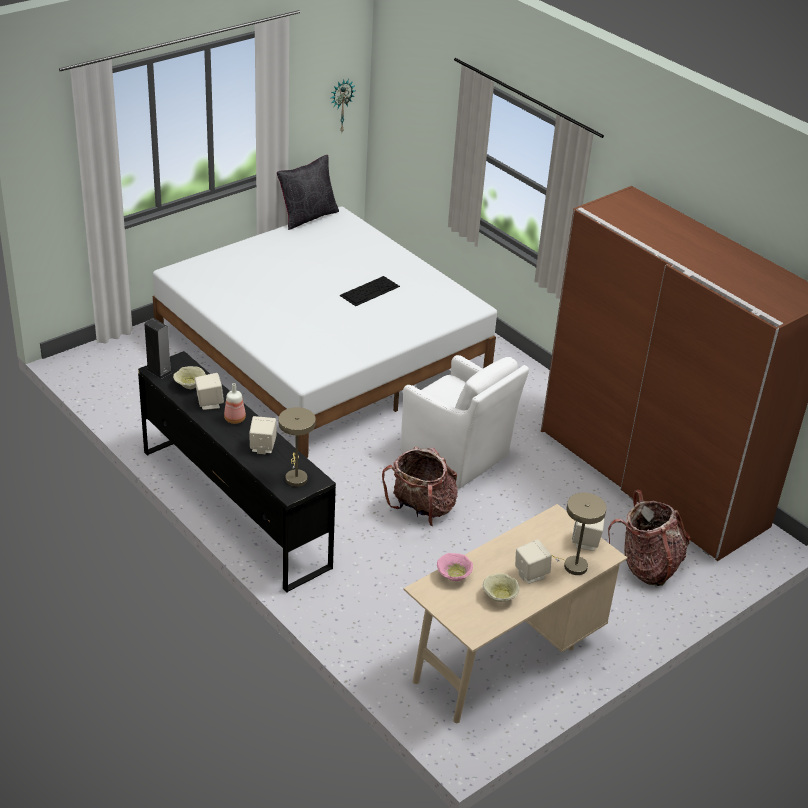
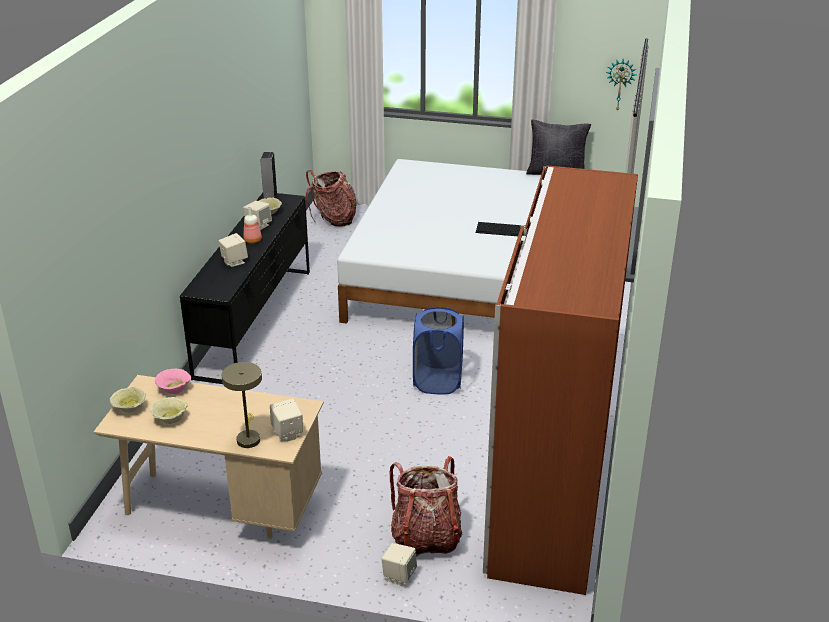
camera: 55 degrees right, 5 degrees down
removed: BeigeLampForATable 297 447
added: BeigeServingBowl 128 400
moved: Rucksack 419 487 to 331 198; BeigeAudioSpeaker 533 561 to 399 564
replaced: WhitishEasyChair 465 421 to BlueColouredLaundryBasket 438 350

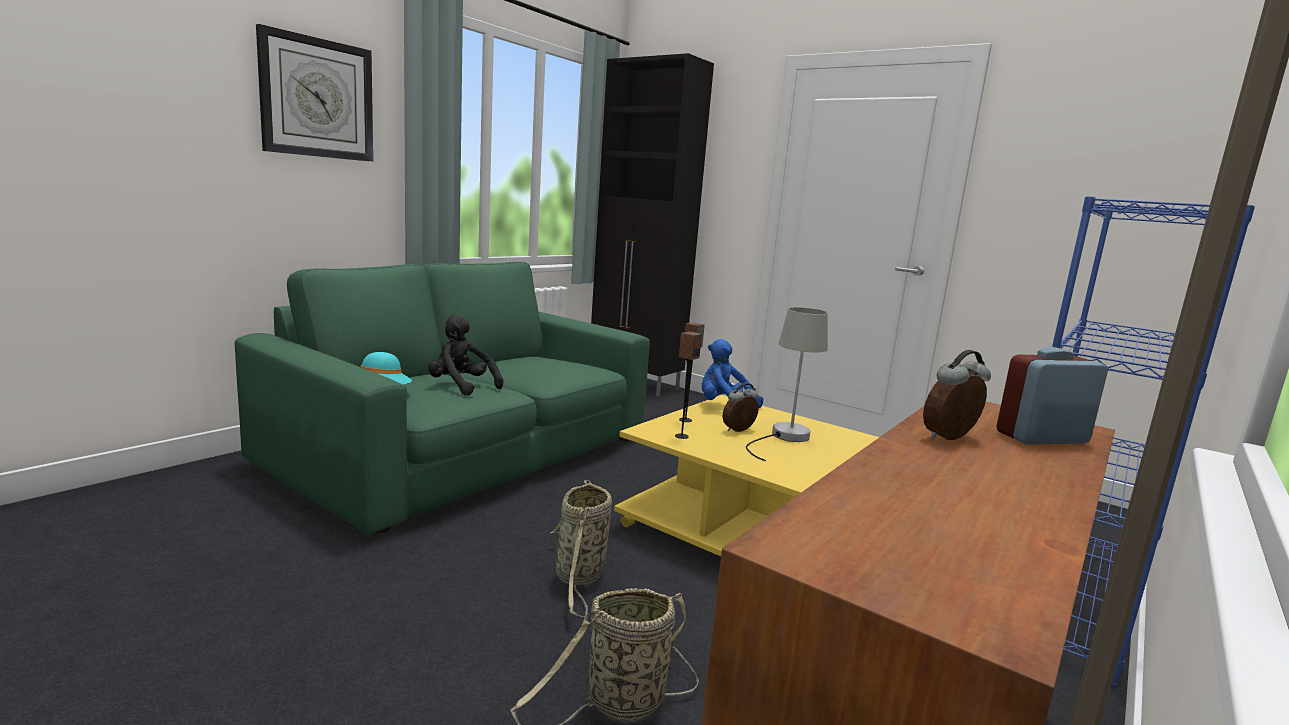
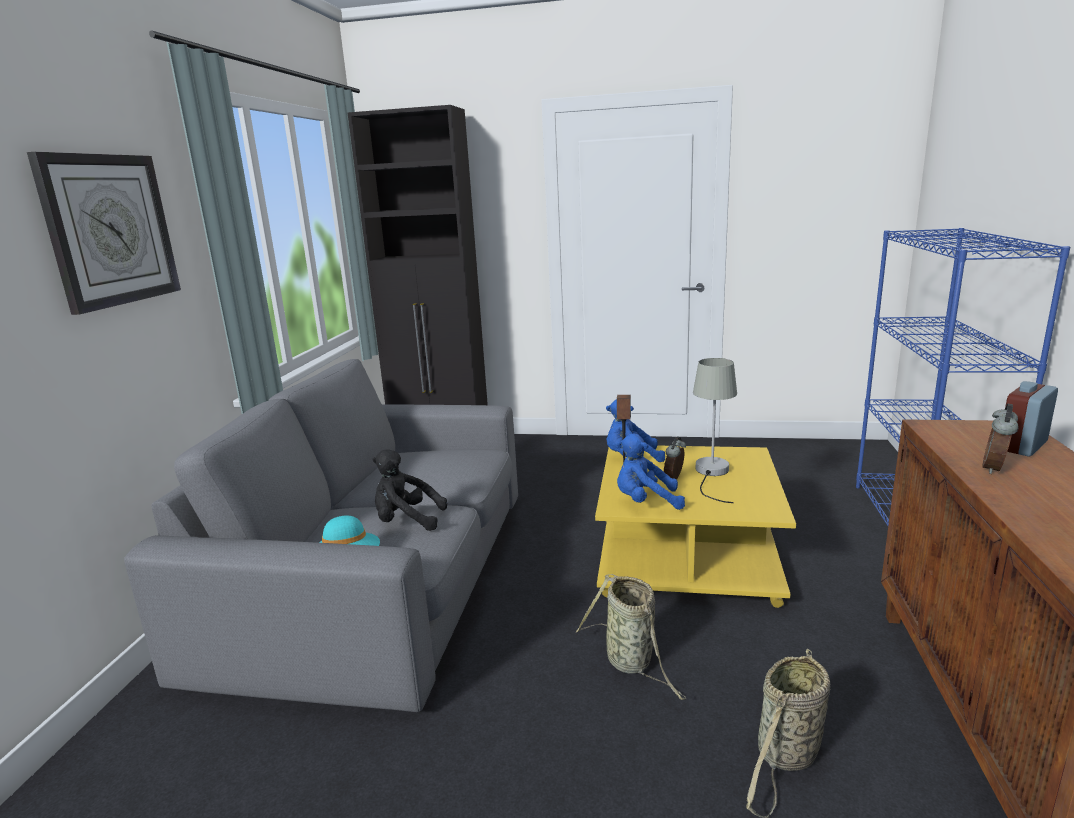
camera: 25 degrees left, 5 degrees up
replaced: AudioSpeaker 688 385 to BlueColouredSoftToy 651 471
recoloured: GreenCouch 442 398 to GreyCouch 321 535

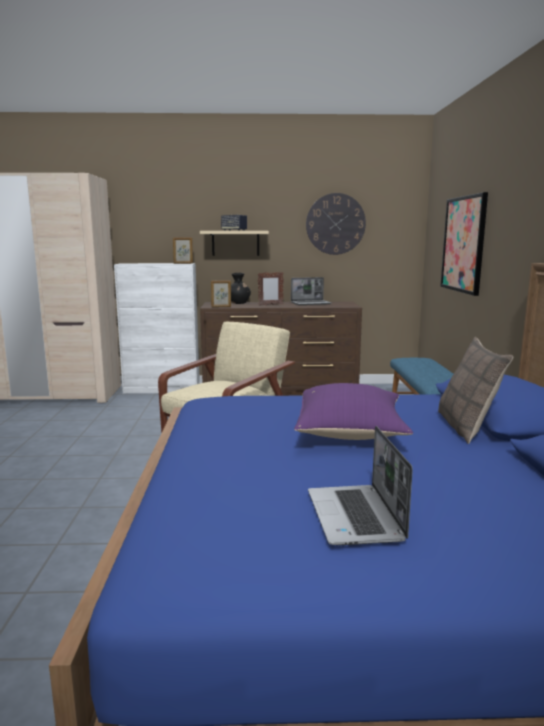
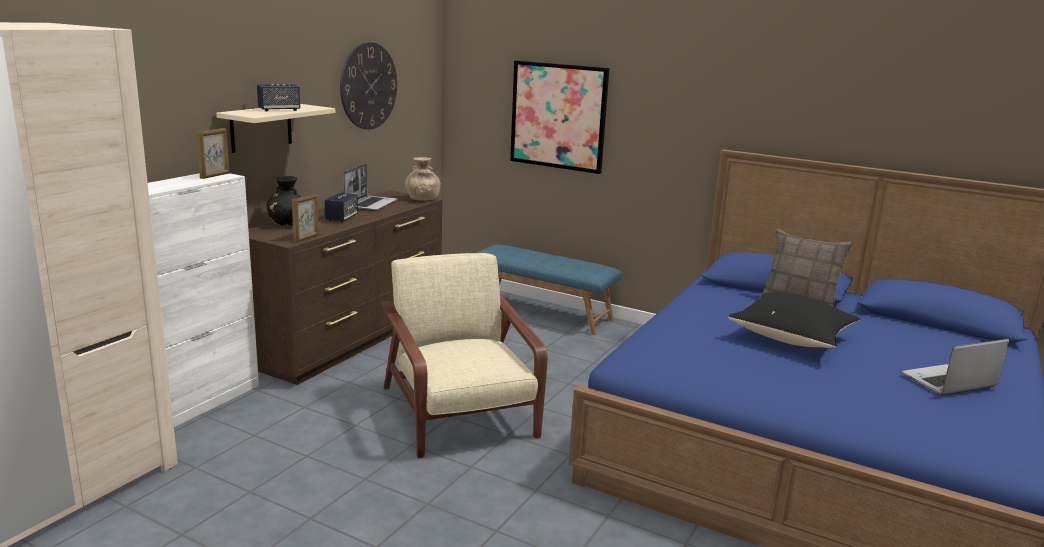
camera: 60 degrees left, 5 degrees up
added: BrownishDecorativeVase 423 178
replaced: PhotoFrame 271 288 to AudioSpeaker 341 207
recoloured: PurplishThrowPillow 353 411 to BlackThrowPillow 794 320
turned: NotebookComputer 360 485 = 955 367 135 degrees clockwise

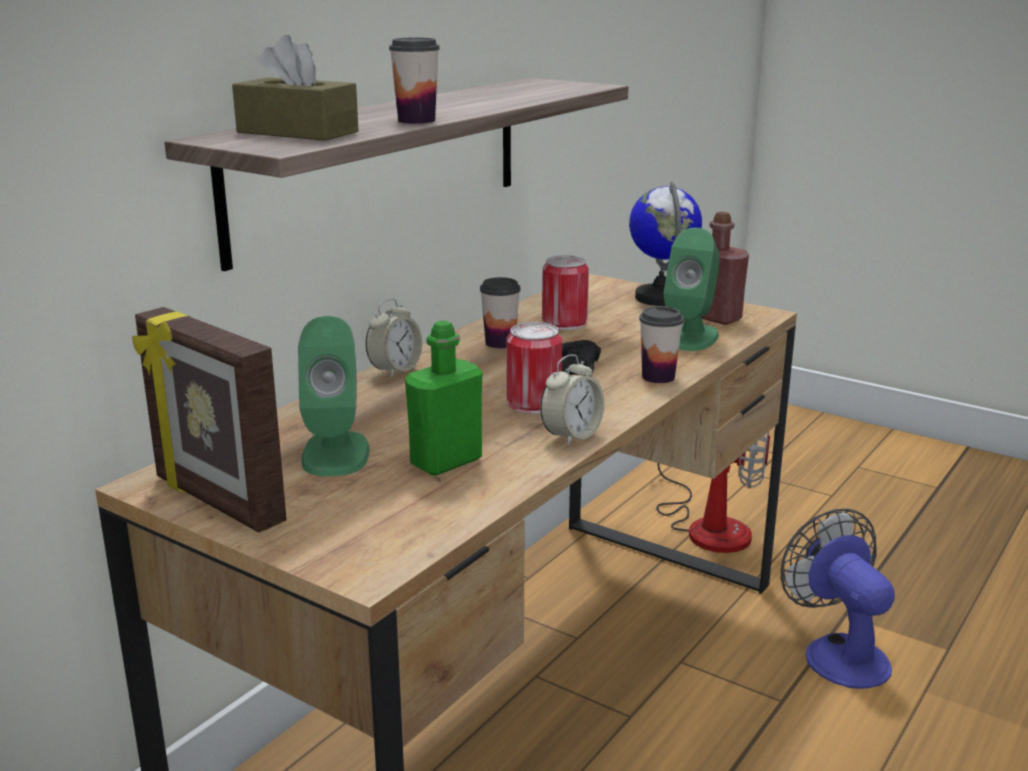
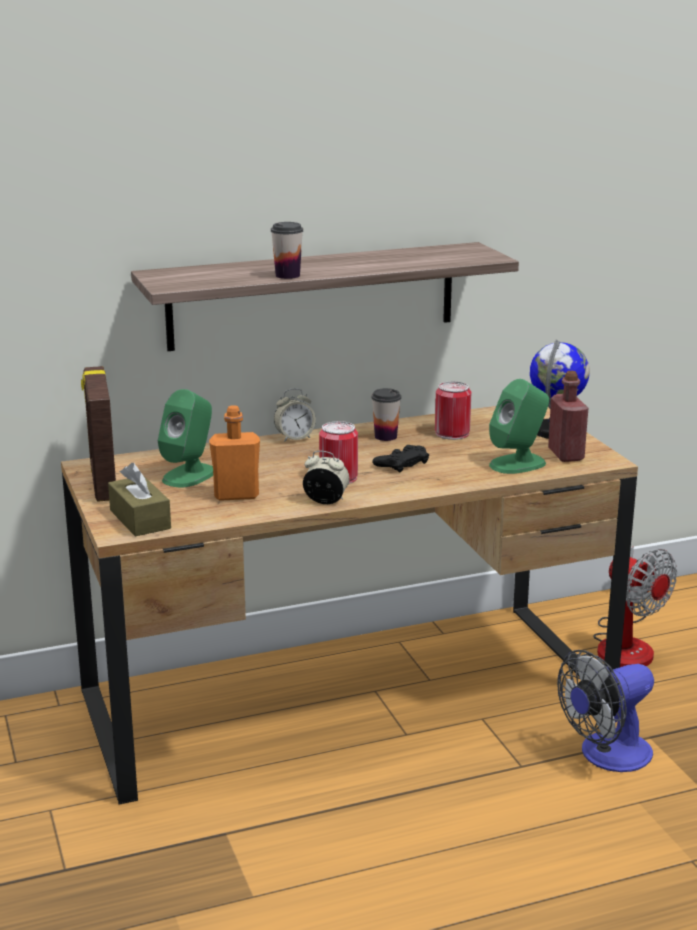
camera: 35 degrees right, 0 degrees up
removed: SmallCup 661 344
moved: BrownishTissueHolder 295 88 to 139 500
recoloured: GreenBottle 443 398 to OrangeyBottle 234 453
turned: TableClock 572 400 = 326 477 150 degrees counterclockwise; Fan 838 599 = 605 711 135 degrees counterclockwise

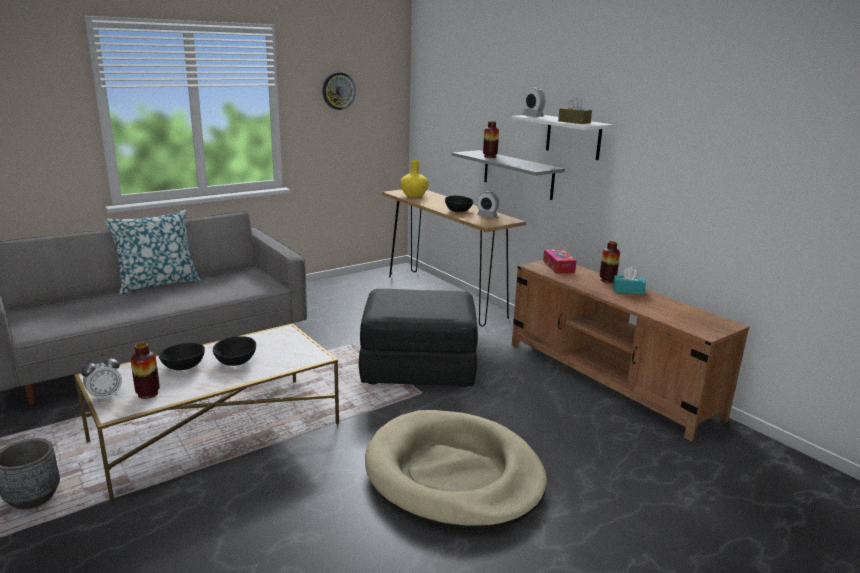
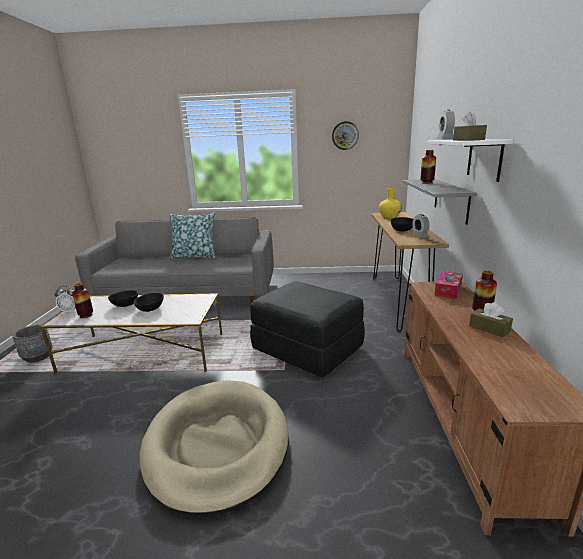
camera: 40 degrees right, 0 degrees up
recoloured: TurquoiseColouredTissueHolder 629 281 to BrownishTissueHolder 491 319

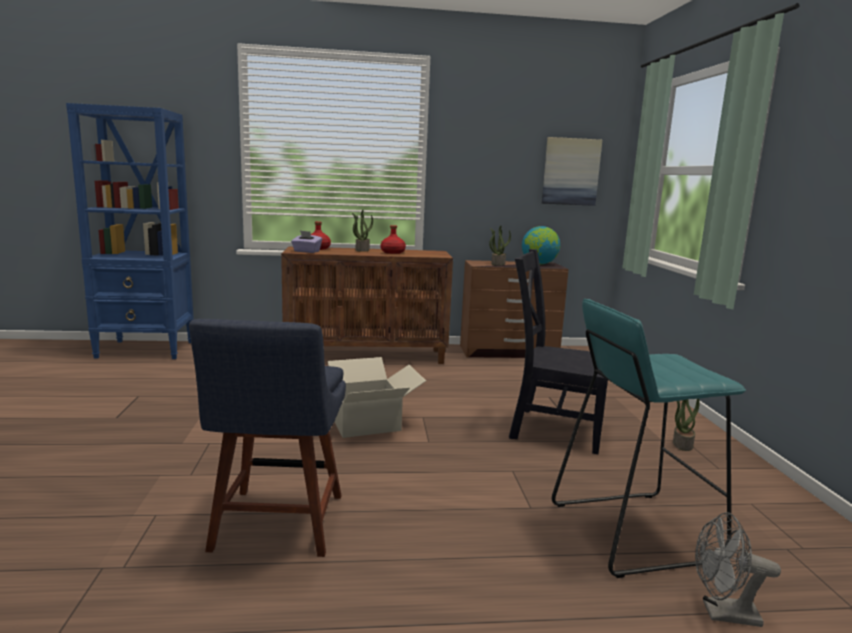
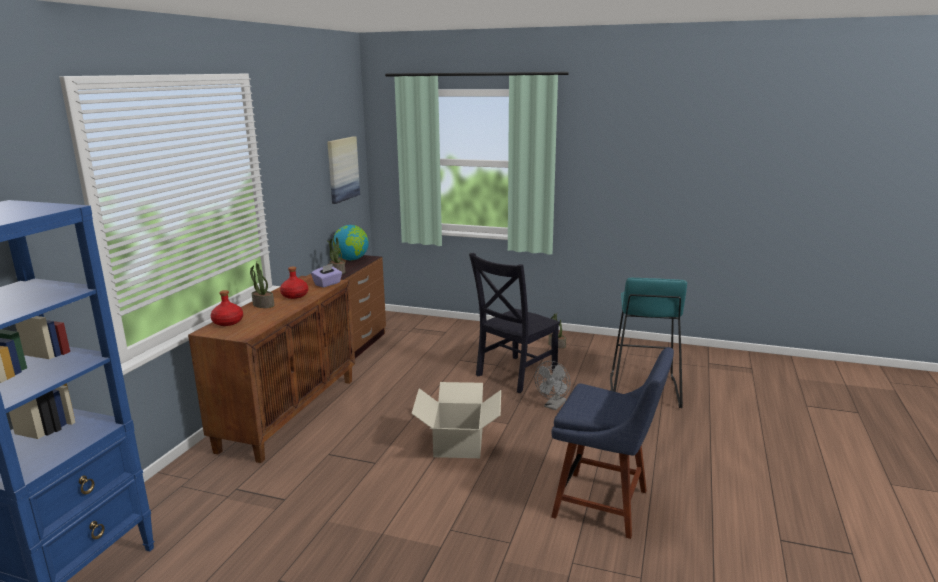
camera: 65 degrees left, 5 degrees up
moved: PurplishTissueHolder 306 242 to 326 276; GreyFan 738 569 to 552 385

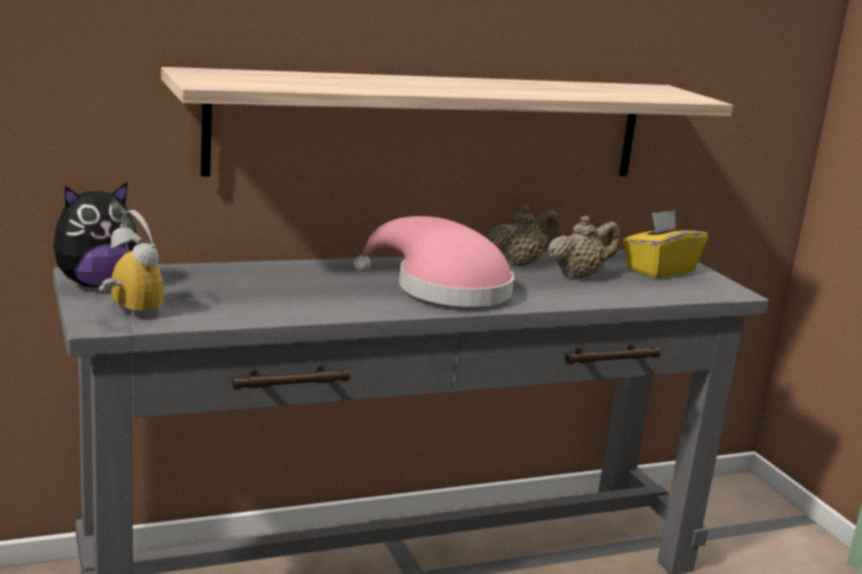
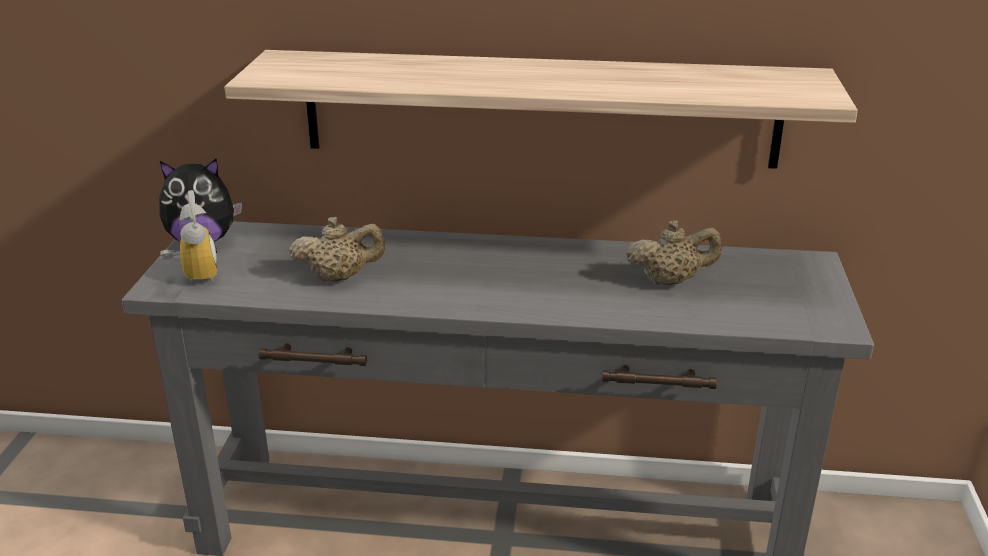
camera: 30 degrees right, 10 degrees up
removed: PinkHat 434 261; YellowTissueHolder 665 244
moved: BeigeTeaPot 523 235 to 337 249

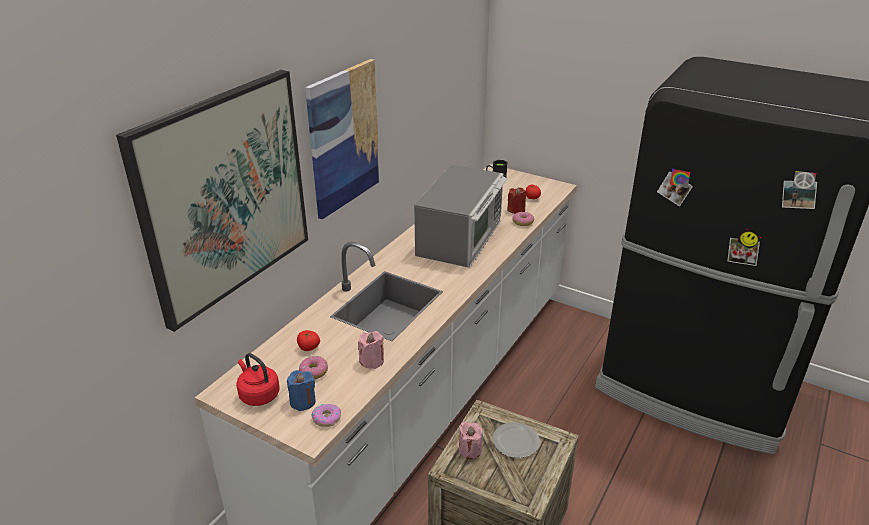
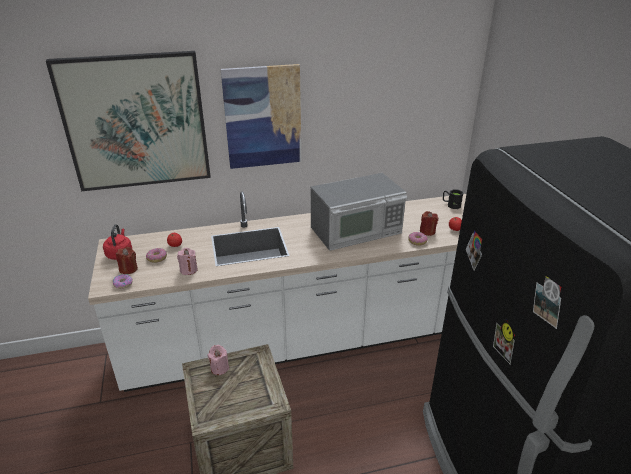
camera: 45 degrees right, 0 degrees up
removed: FlatDish 516 440
recoloured: BlueColouredWaxCandle 301 390 to RedWaxCandle 127 260

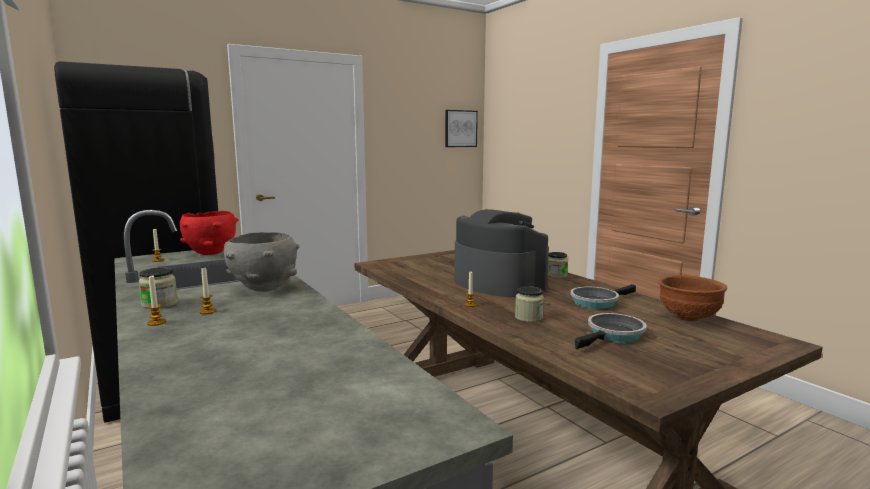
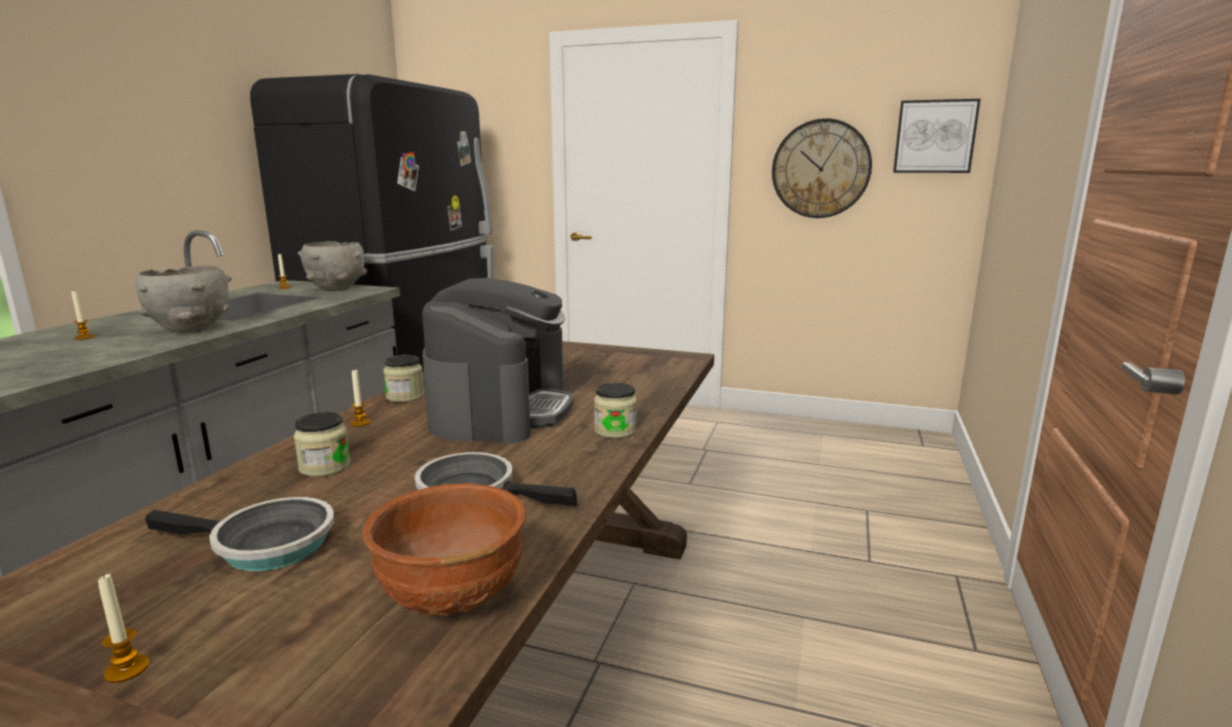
camera: 50 degrees right, 5 degrees up
added: WallClock 822 168
moved: Jar 158 288 to 403 378; WaxCandle 156 300 to 123 628
recoloured: RedServingBowl 208 233 to GreyServingBowl 332 266

